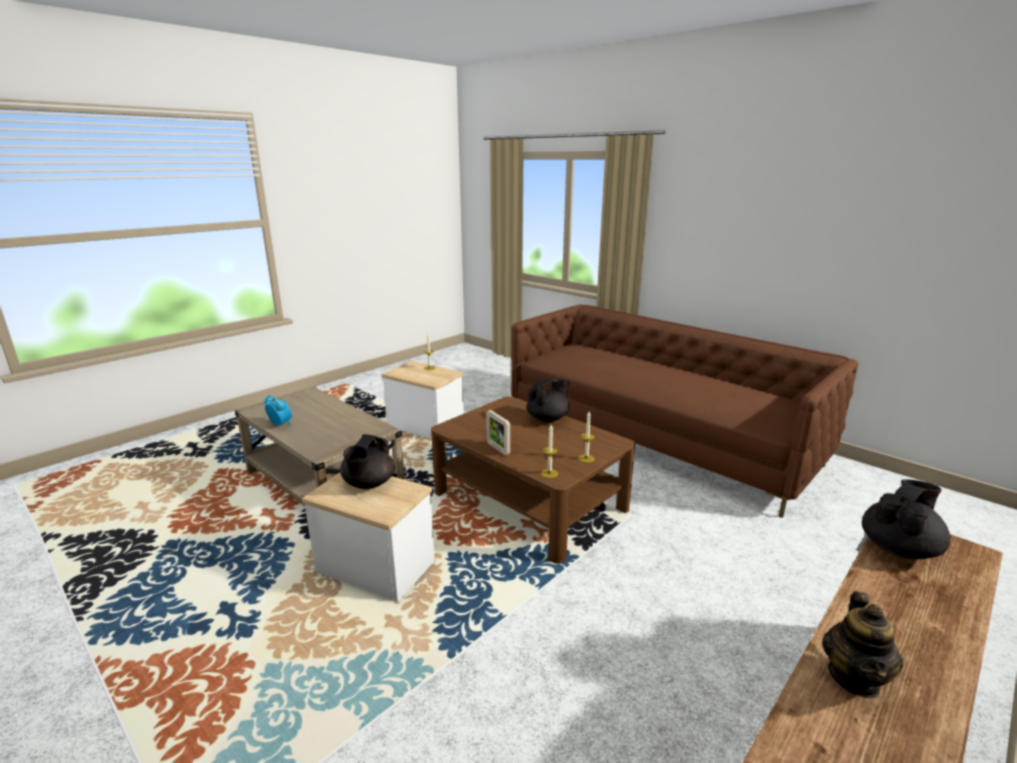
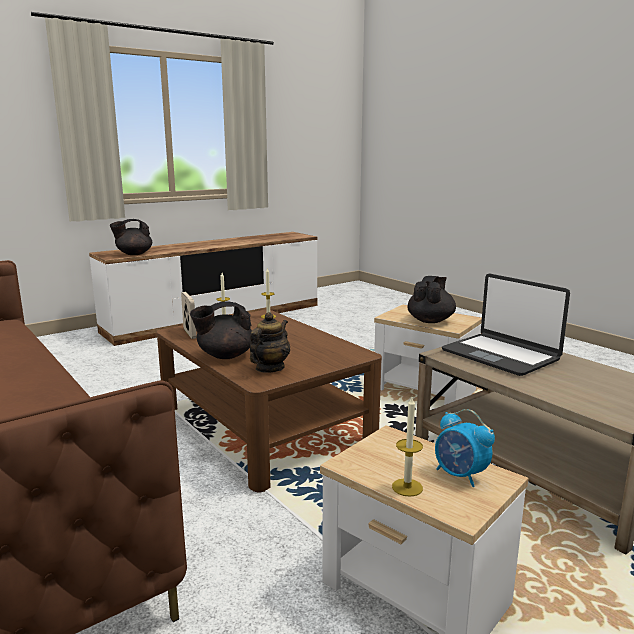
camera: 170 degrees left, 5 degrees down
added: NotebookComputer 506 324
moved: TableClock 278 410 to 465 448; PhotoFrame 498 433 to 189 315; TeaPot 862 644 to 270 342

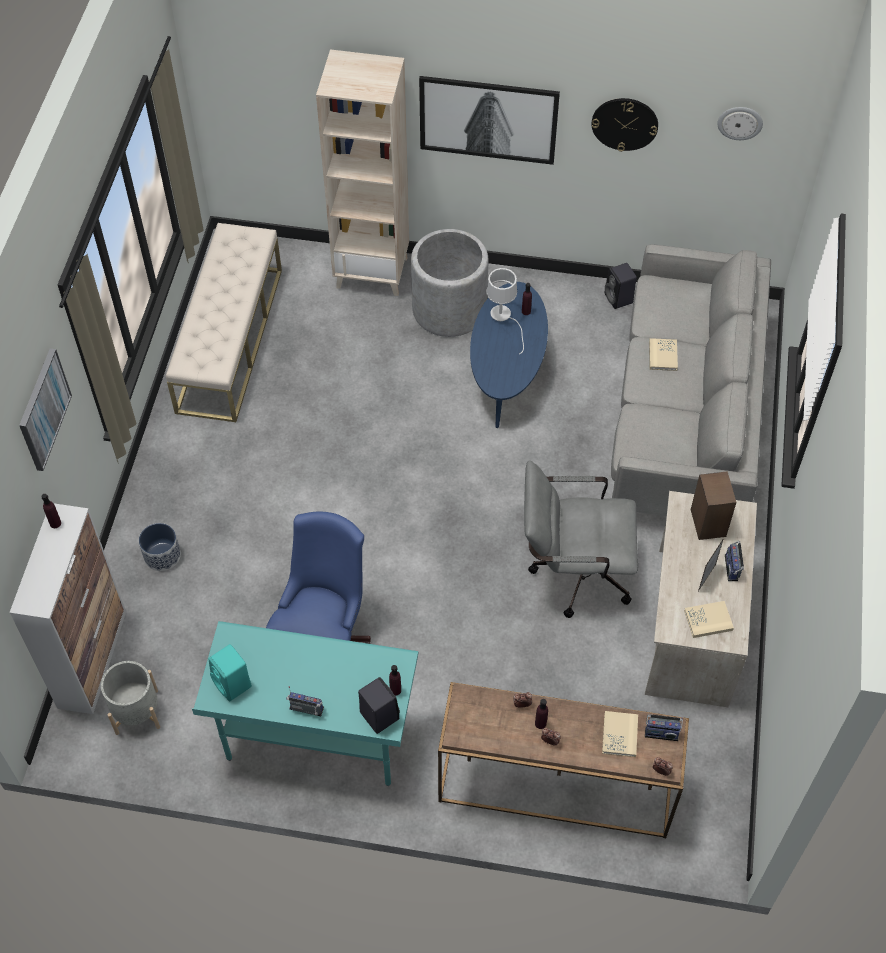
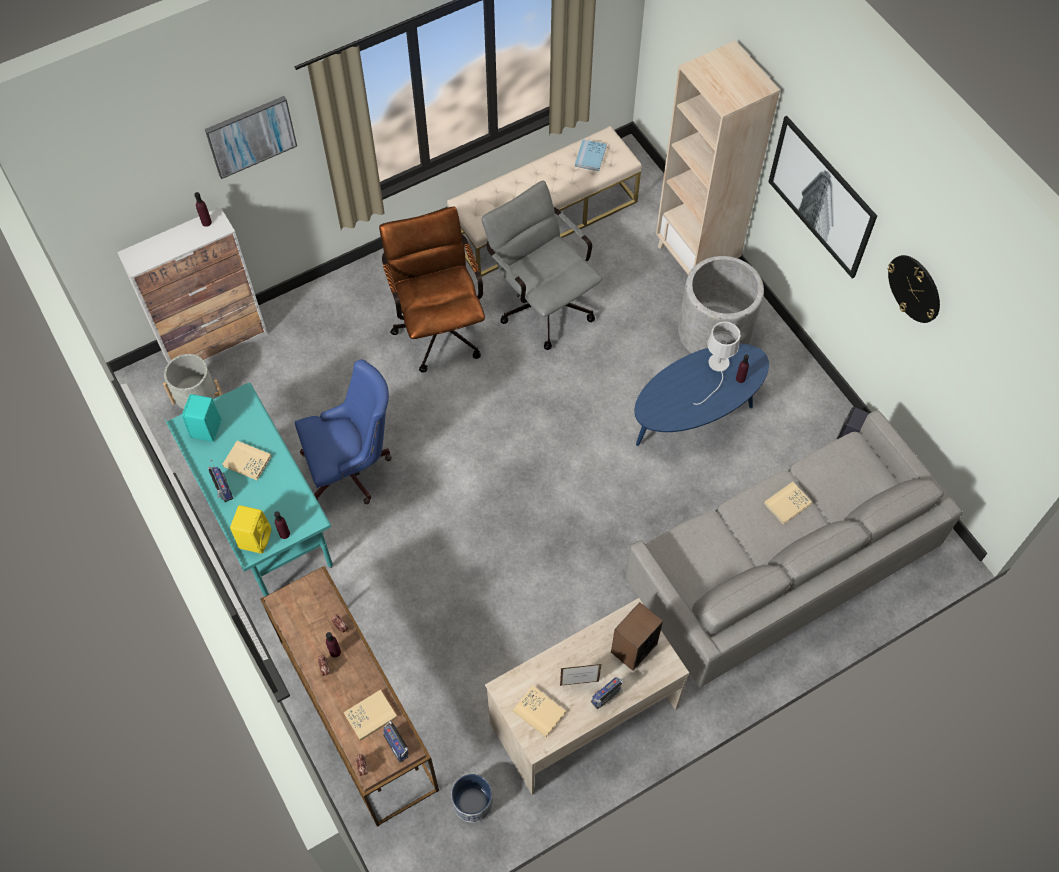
camera: 50 degrees right, 5 degrees up
removed: WallClock 740 123
added: BeigeVolume 247 460; BrownishOfficeChair 432 289; BlueColouredVolume 591 155
moved: Planter 160 547 to 472 798; GreyOfficeChair 581 539 to 542 265
recoloured: BlackAudioSpeaker 379 705 to YellowAudioSpeaker 250 529

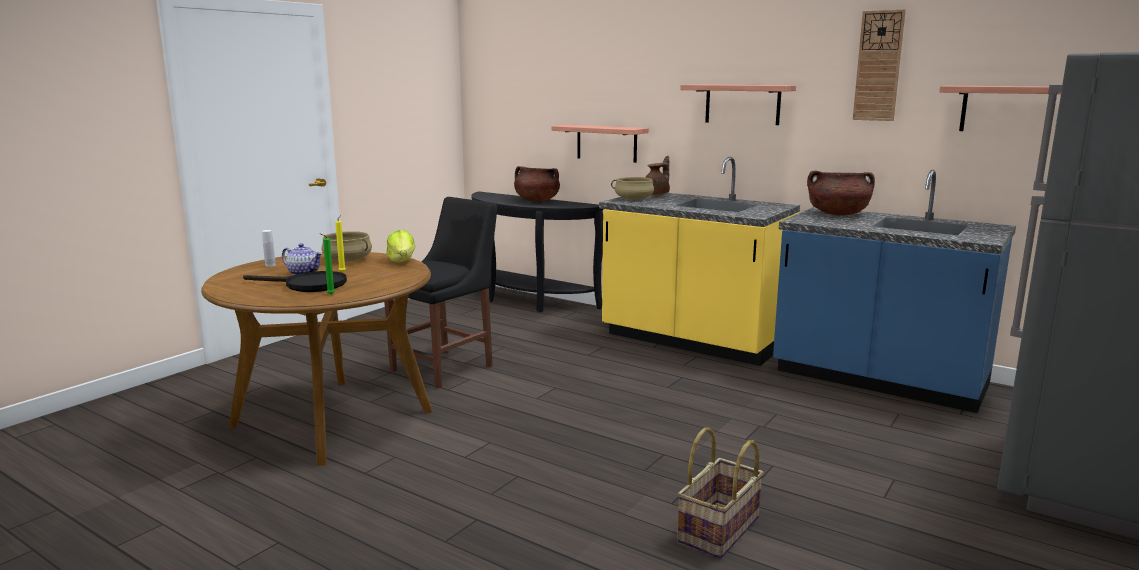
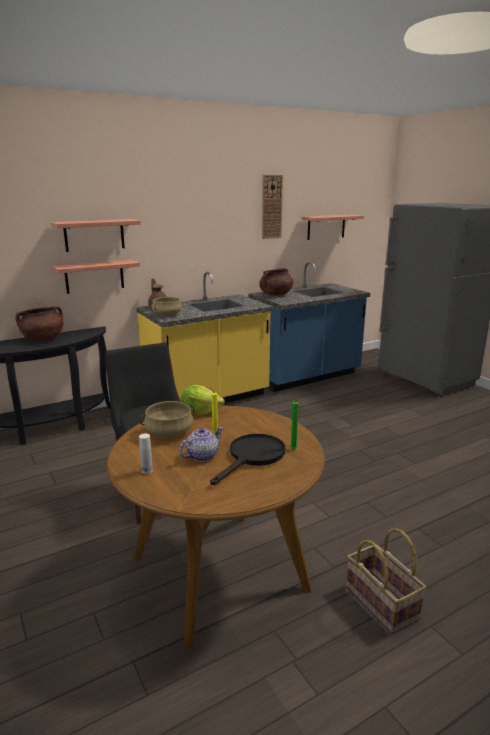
camera: 65 degrees left, 5 degrees up
moved: Basket 720 492 to 386 581; BracketShelf 738 104 to 96 235

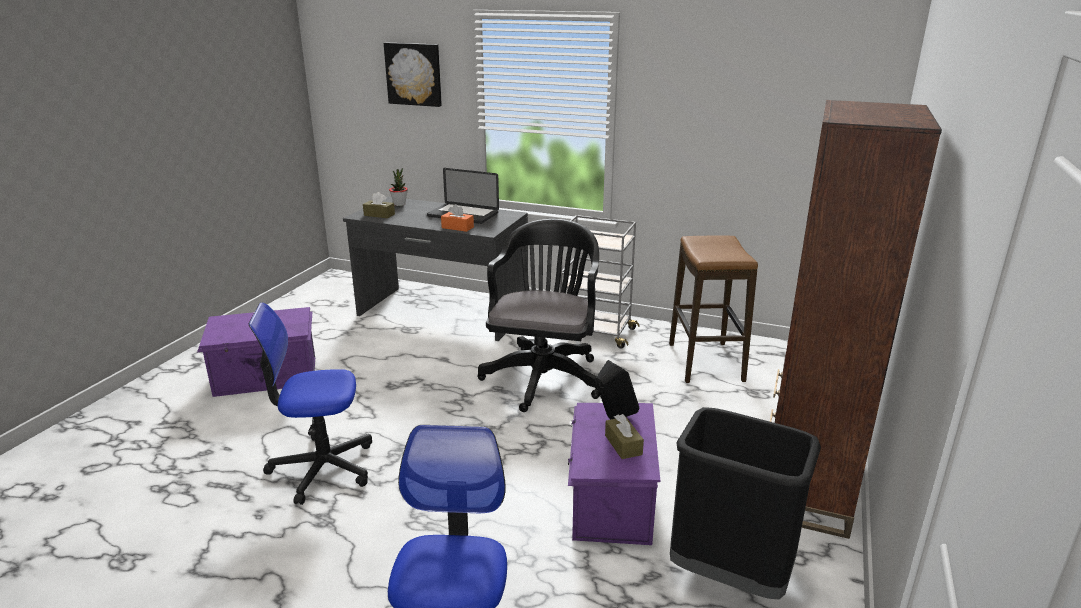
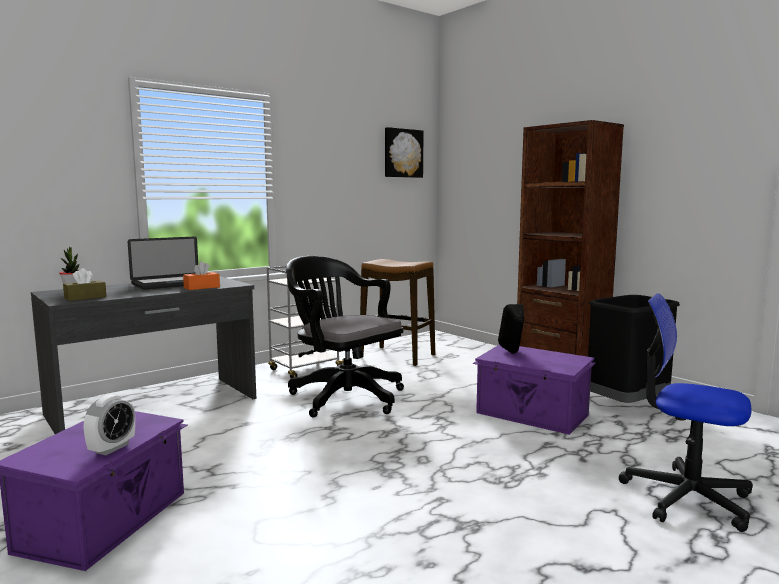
camera: 60 degrees left, 15 degrees down
removed: OfficeChair 310 404; BrownishTissueHolder 624 436
added: TableClock 109 425
moved: WallArt 413 75 to 404 152

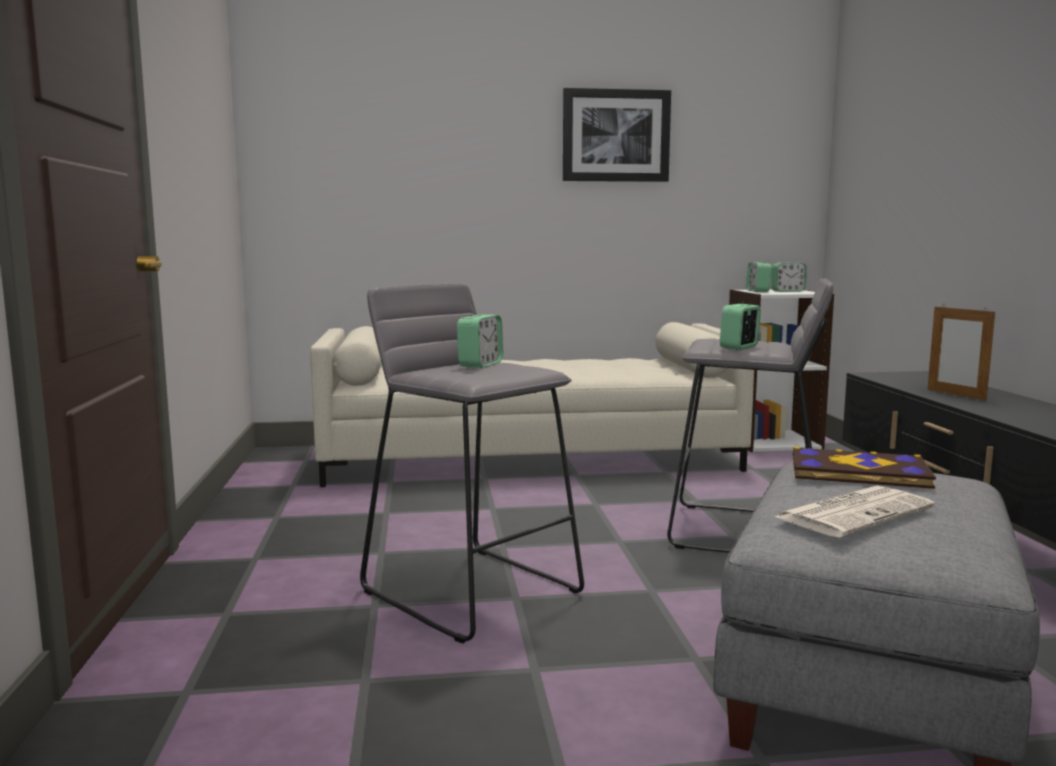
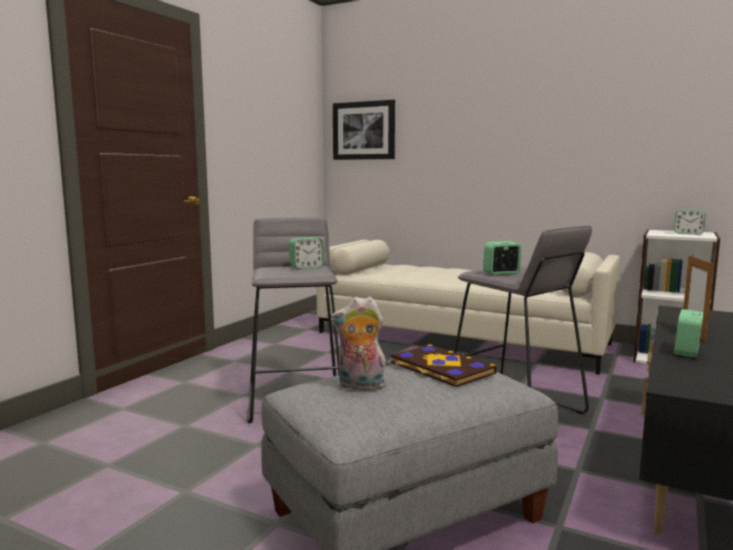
camera: 35 degrees right, 0 degrees up
moved: WallArt 617 135 to 364 130; TableClock 759 277 to 689 333
replaced: PrintedPaper 855 512 to SoftToy 359 344

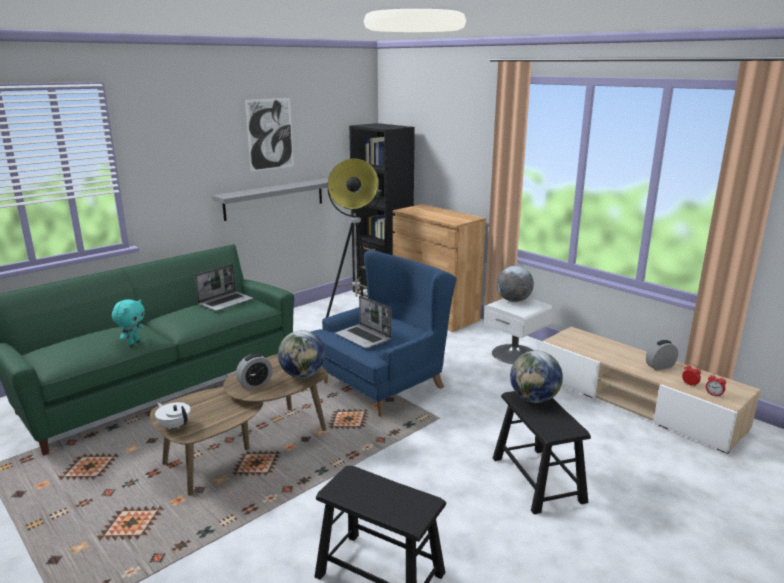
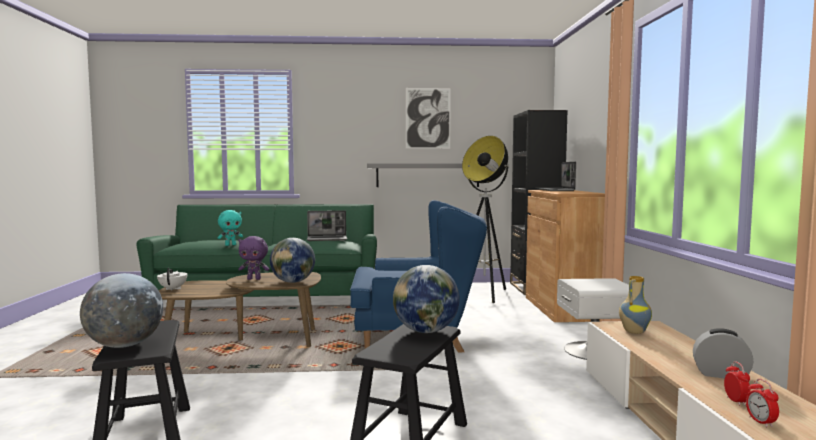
camera: 40 degrees right, 15 degrees down
added: DecorativeVase 635 305
moved: NotebookComputer 363 321 to 556 176; WorldGlobe 515 284 to 121 310
replaced: TableClock 254 371 to PurplishSoftToy 253 258

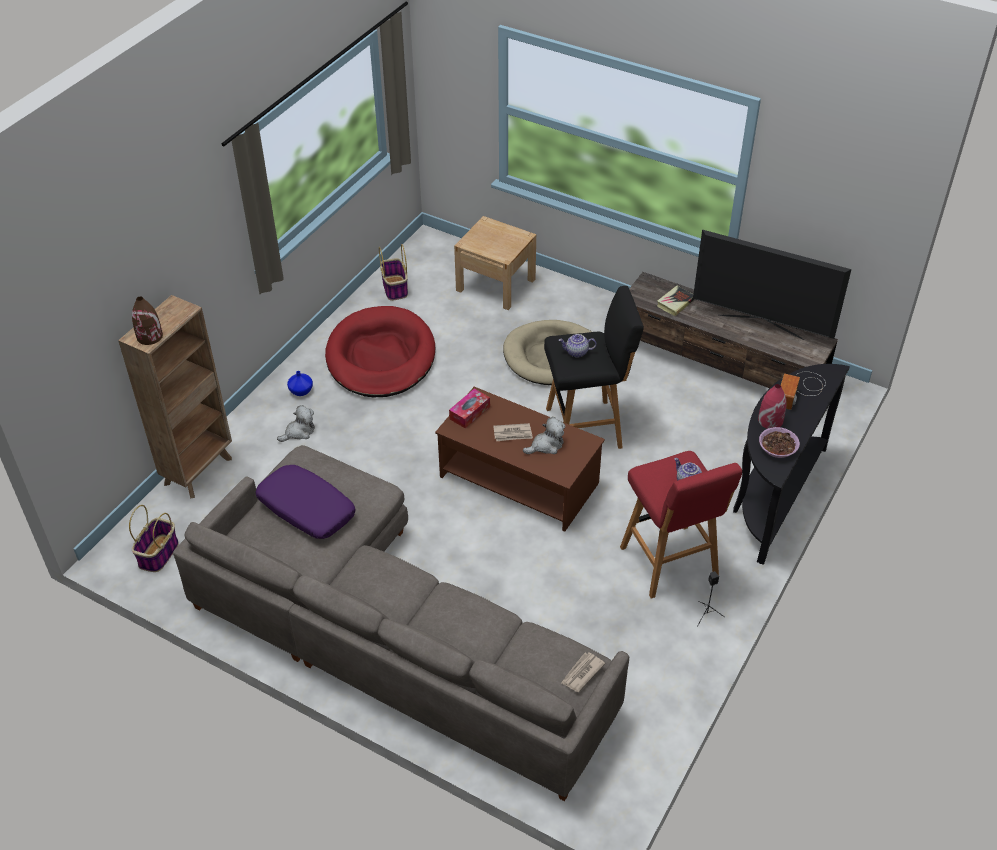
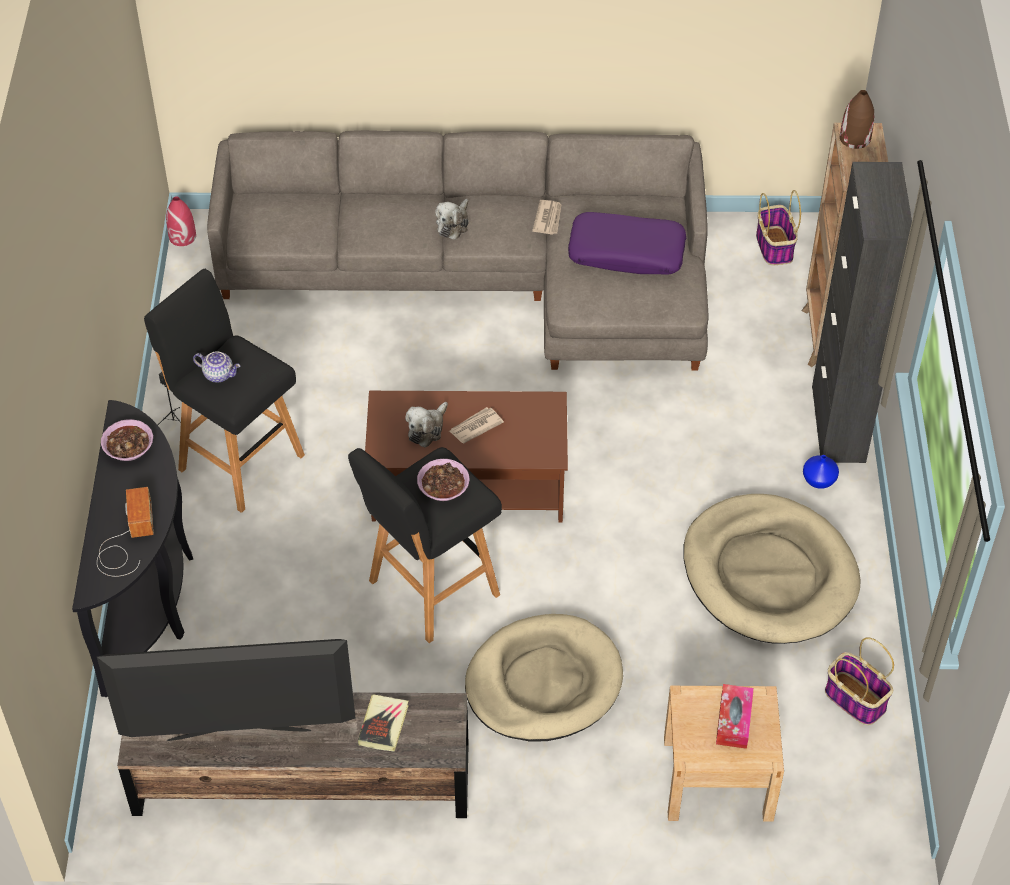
camera: 150 degrees right, 5 degrees up
added: BlackCupboard 862 312
moved: SoftToy 296 423 to 452 219; TissueHolder 469 408 to 735 716; PrintedPaper 583 672 to 547 217; RedDecorativeVase 772 406 to 181 221
replaced: TeaPot 577 346 to ServingBowl 443 480
recoloured: RedPetBed 380 351 to BeigePetBed 772 569; RedSittingStool 681 525 to BlackSittingStool 224 391

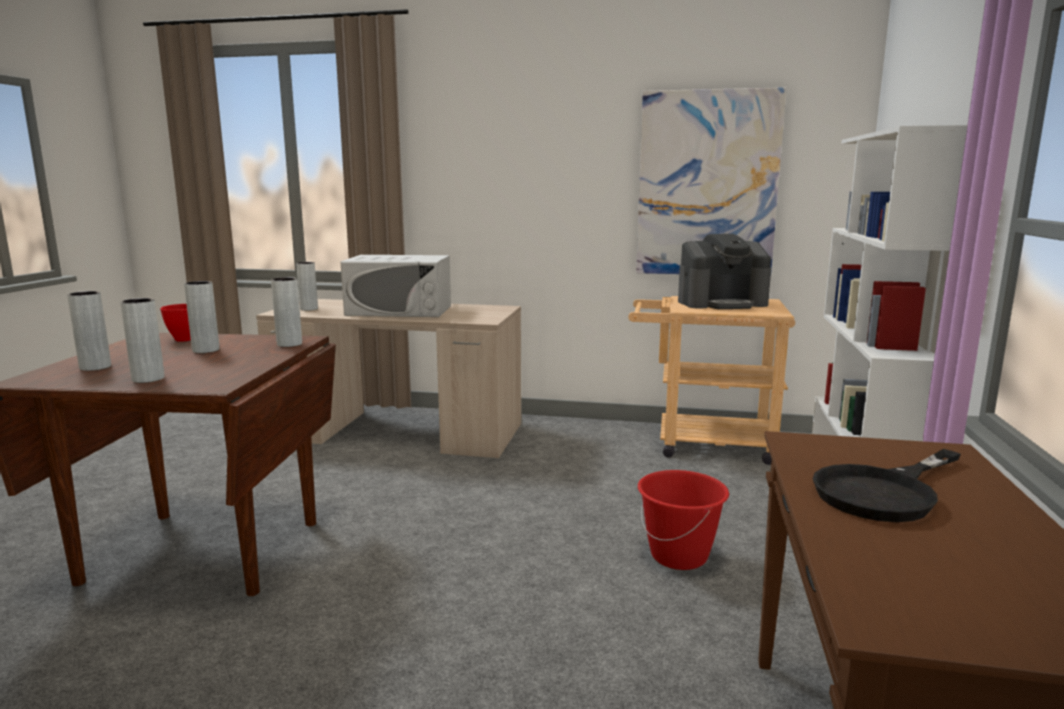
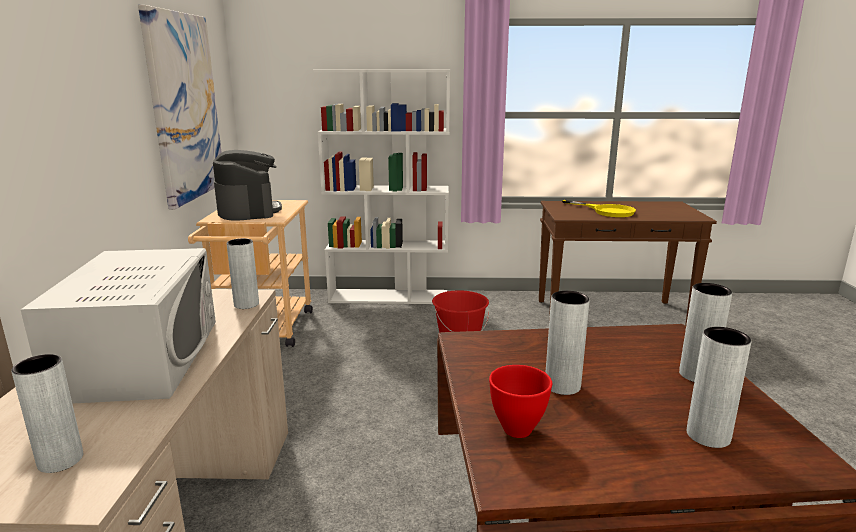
camera: 100 degrees left, 5 degrees up
moved: GreyDecorativeVase 286 312 to 243 273
recoloured: BlackFryingPan 887 485 to YellowFryingPan 599 208

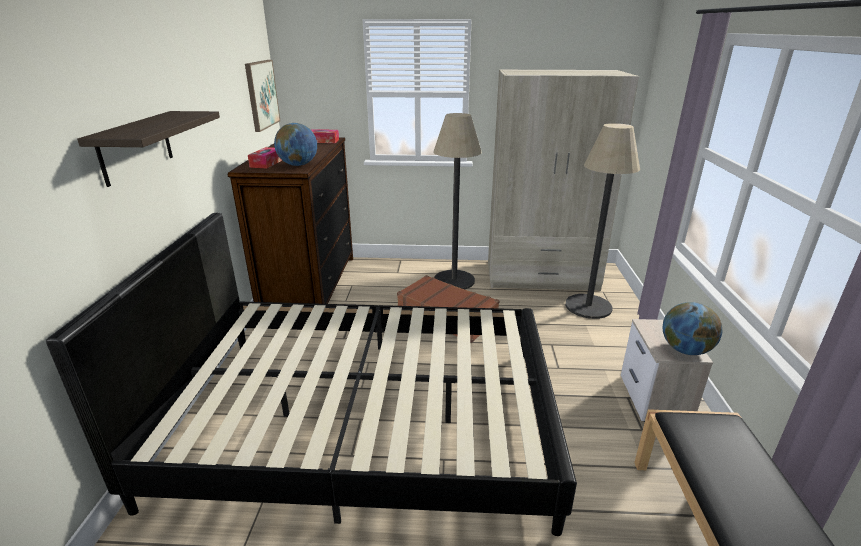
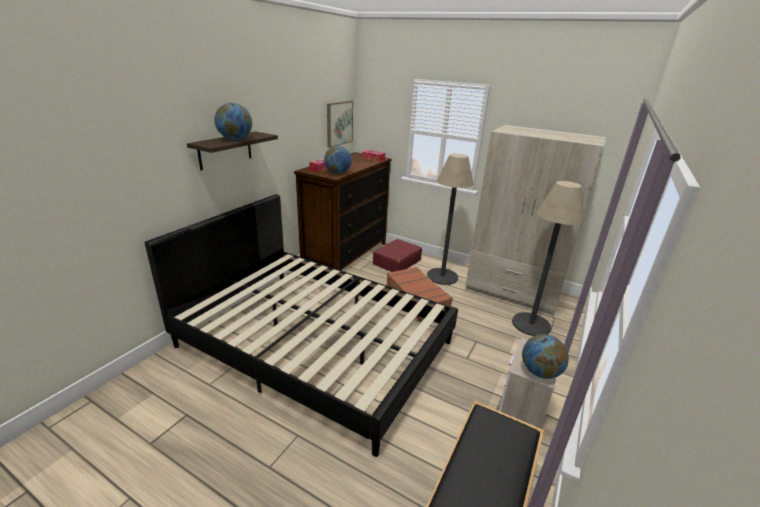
camera: 25 degrees right, 0 degrees up
added: WorldGlobe 233 121; RedSuitcase 397 255

